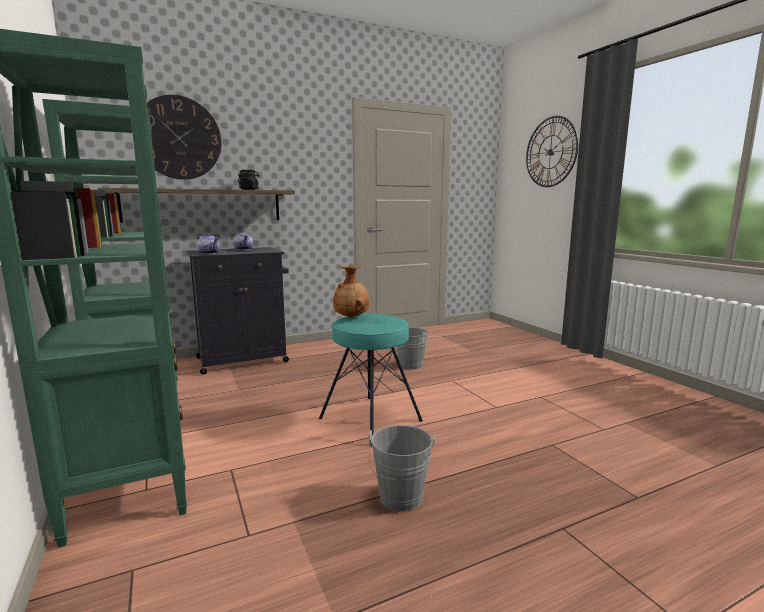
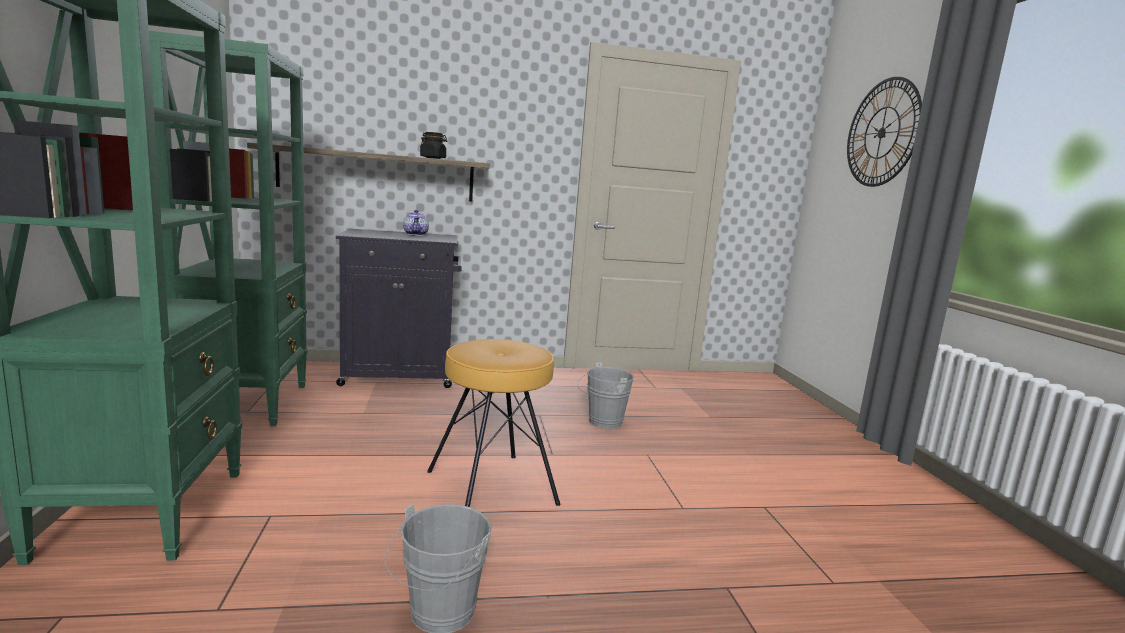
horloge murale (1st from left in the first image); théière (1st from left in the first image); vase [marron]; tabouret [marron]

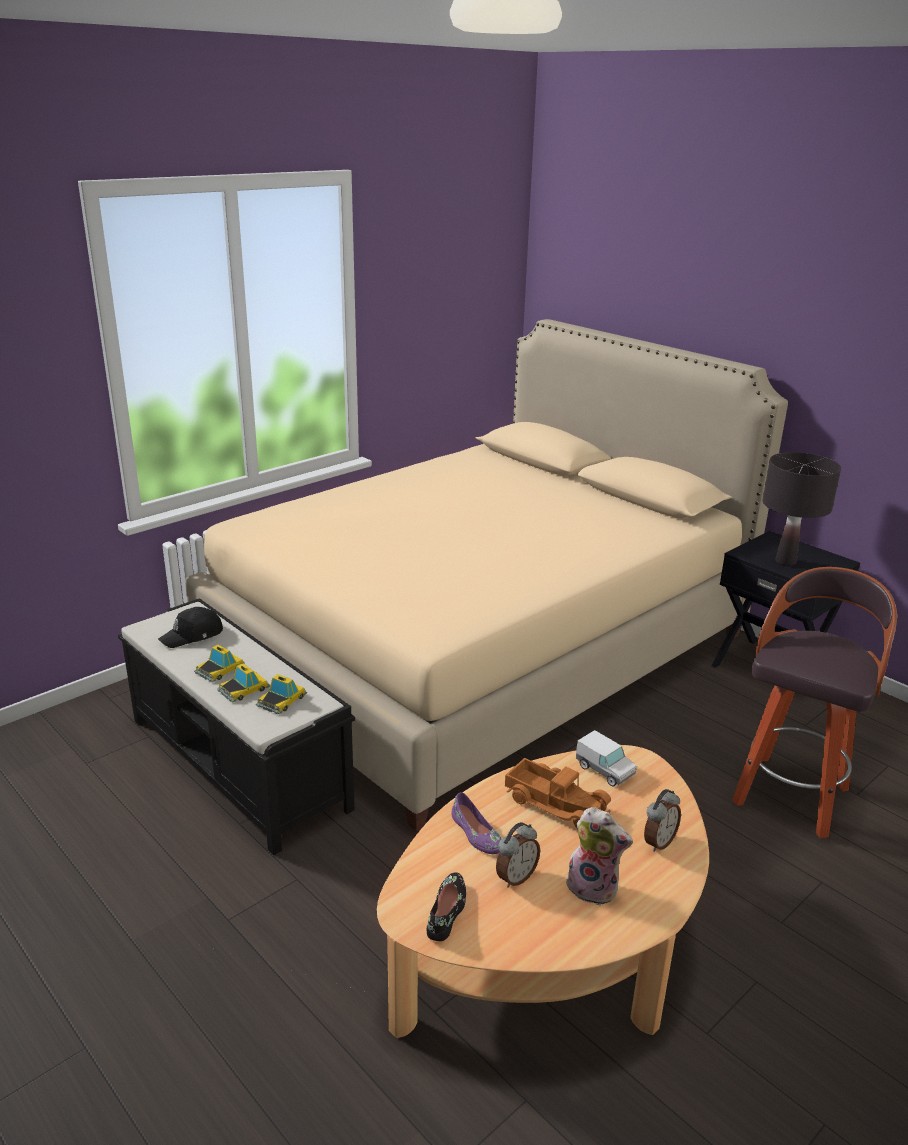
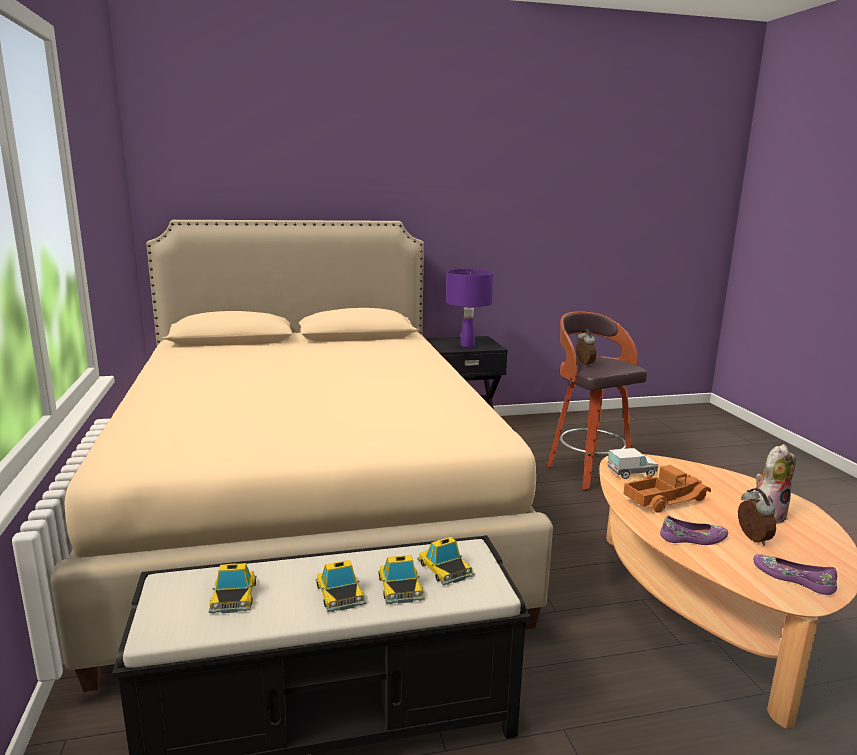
réveil (1st from left); petite voiture (1st from left); chaussure [violet] (2nd from left); lampe de table [violet]

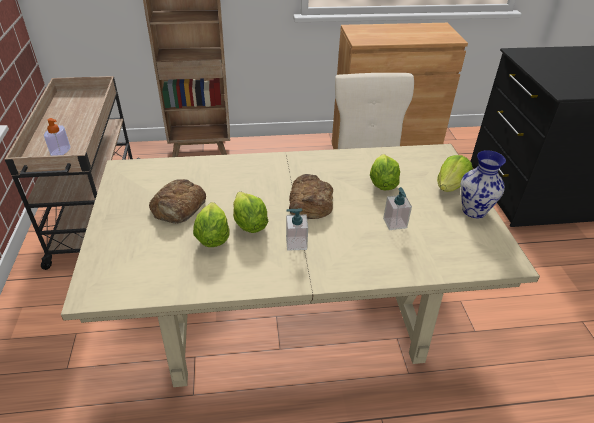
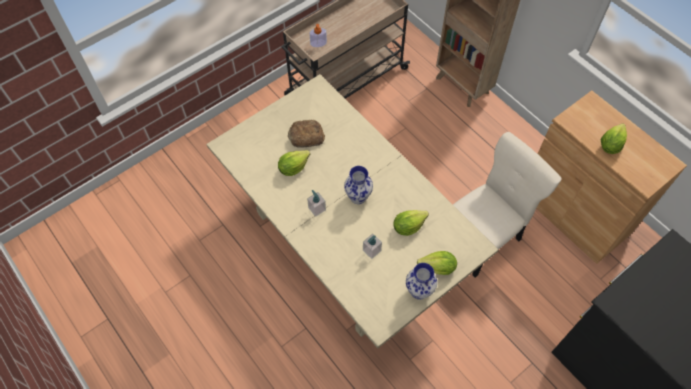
laitue (4th from left); vase (1st from left)

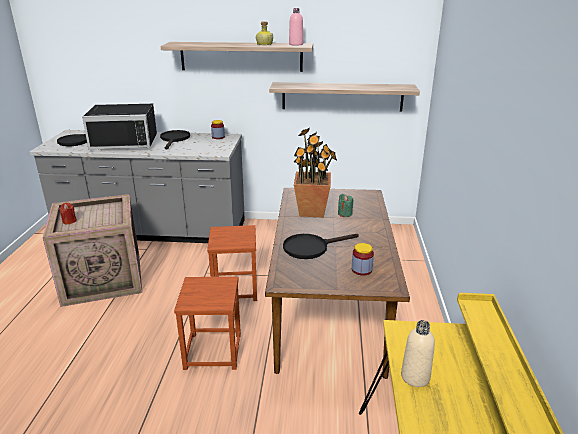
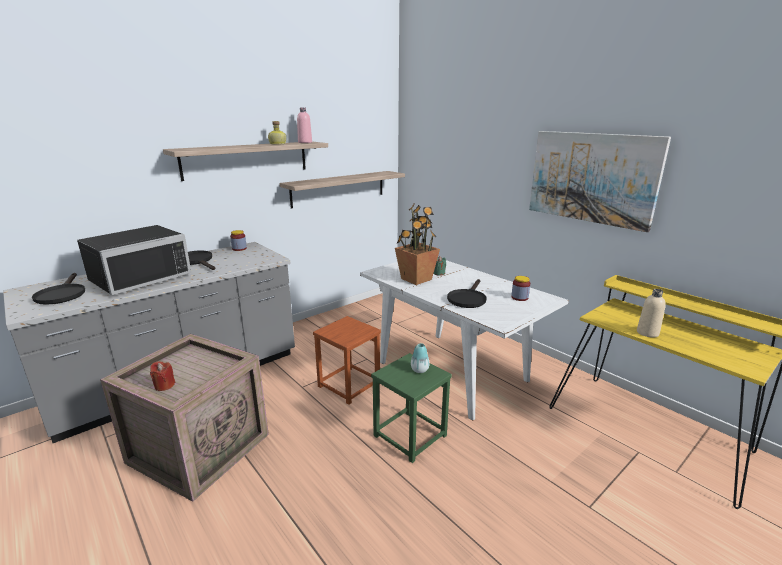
vase; tableau; tabouret [vert]; table à manger [blanc]

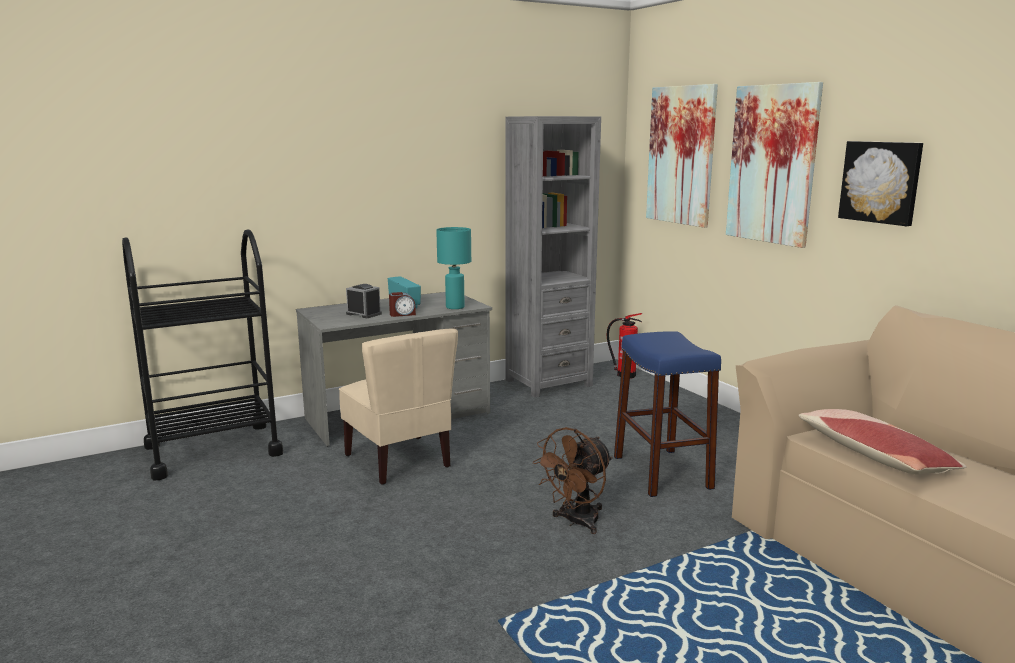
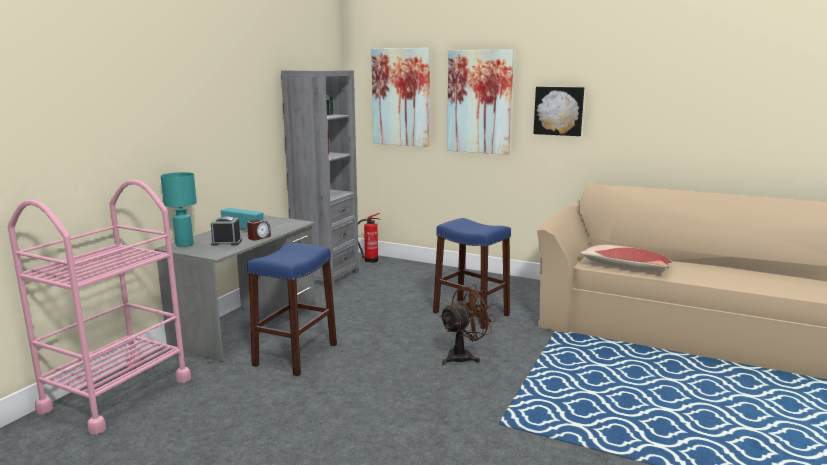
lampe de table [turquoise]; tabouret [bleu] (1st from left); chariot [rose]; ventilateur [marron]

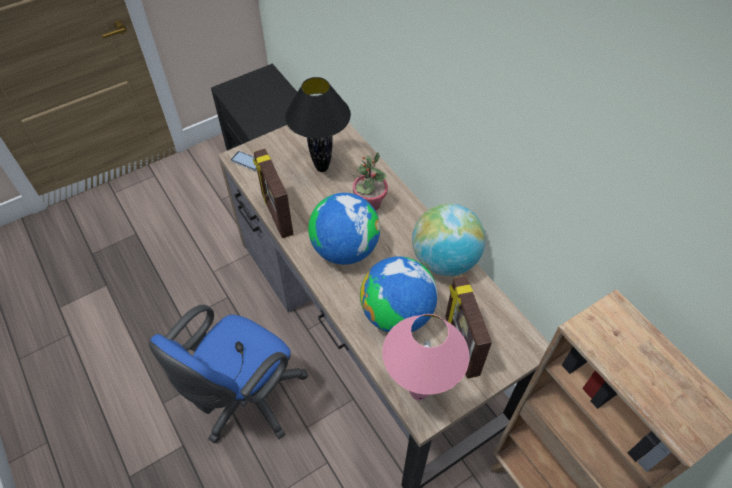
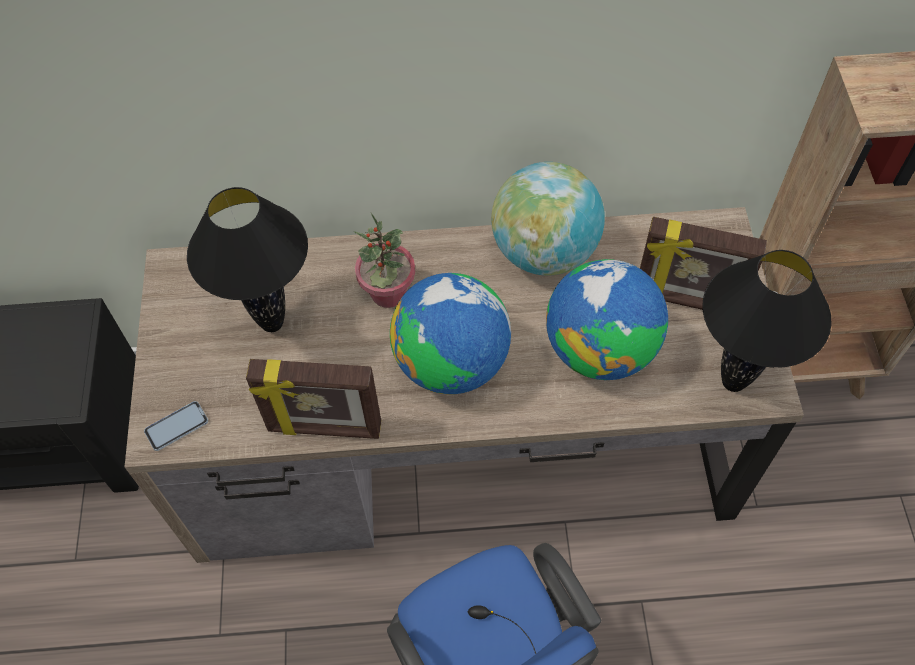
lampe de table [noir] (2nd from left)

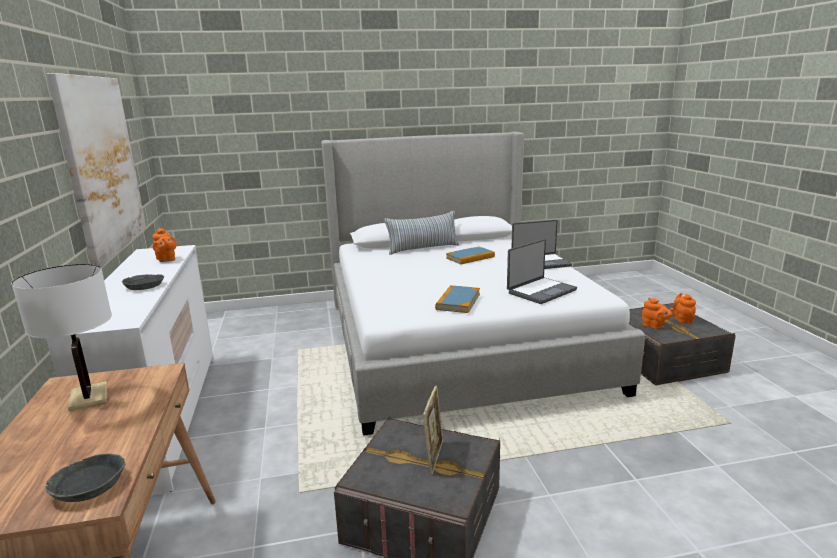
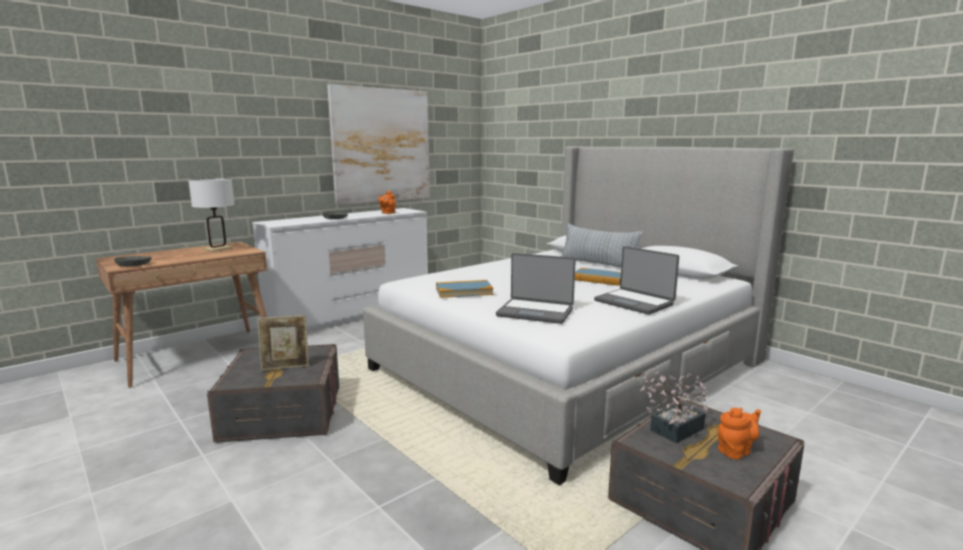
plante en pot

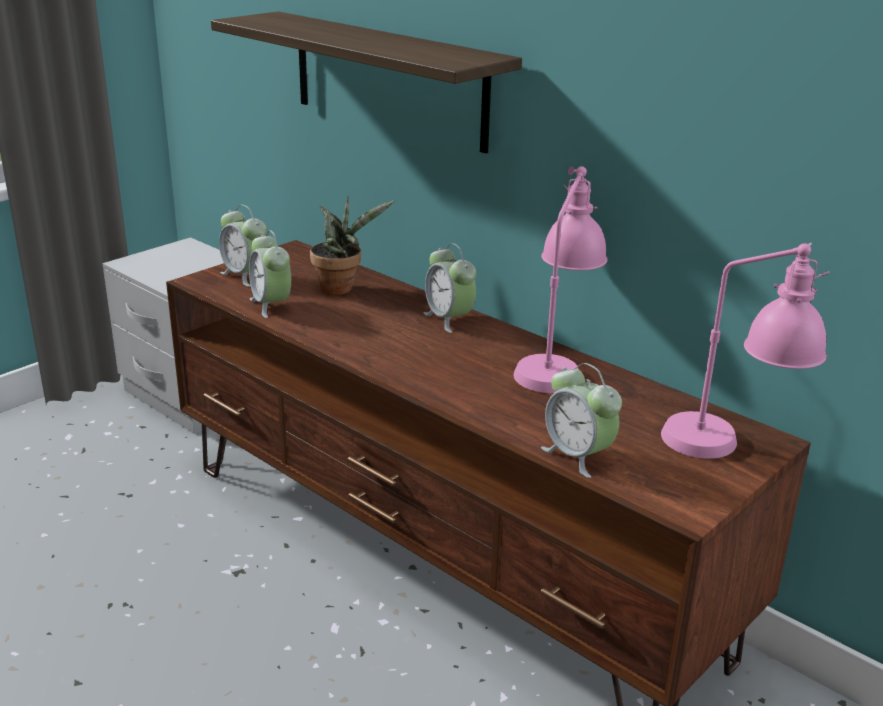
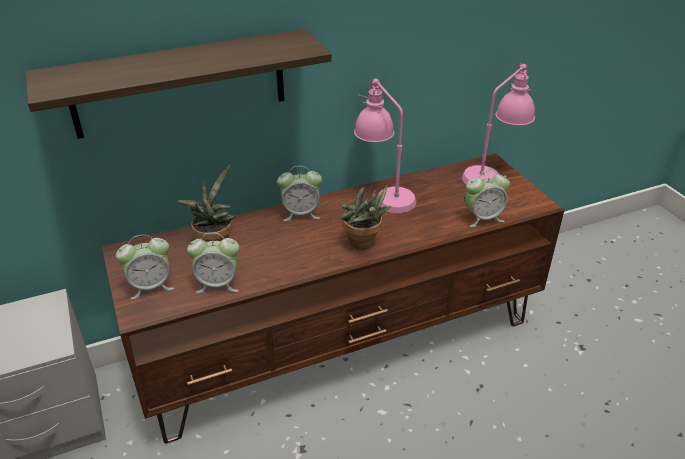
plante en pot (2nd from left)

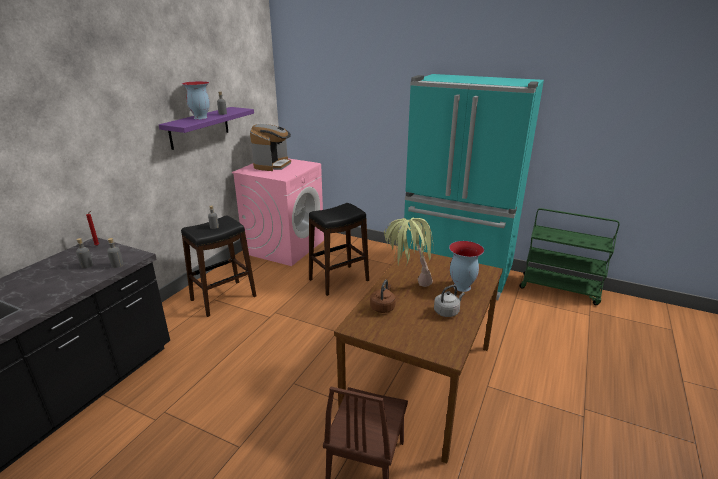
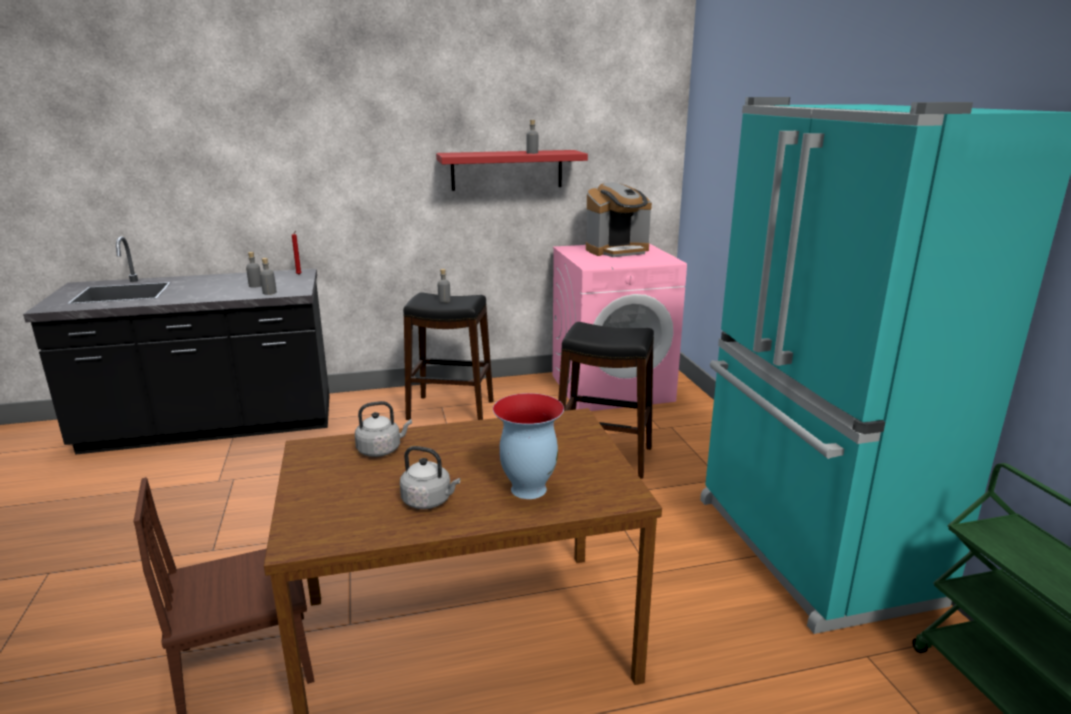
vase (1st from left in the first image); plante en pot; étagère [rouge]; bouilloire [gris] (1st from left)

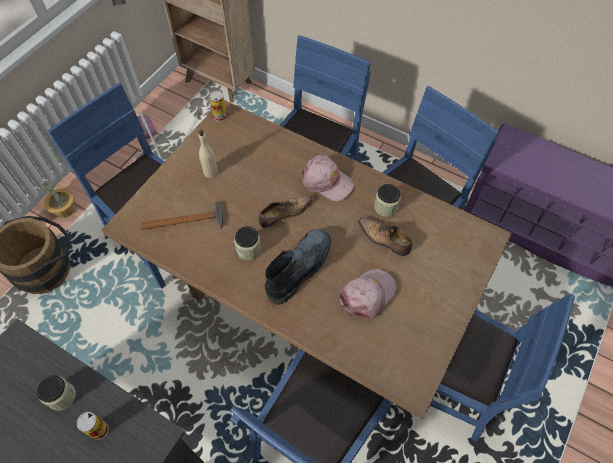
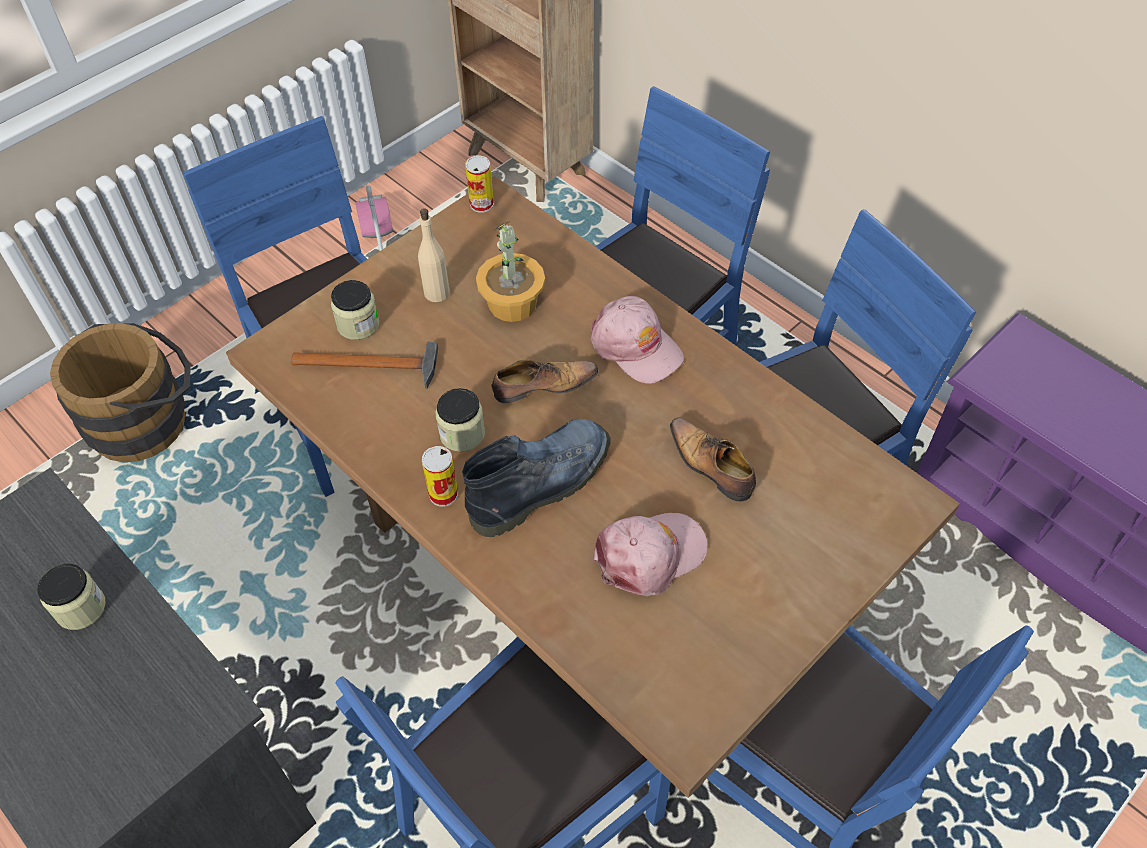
plante en pot; boîte métallique (1st from left); bocal (2nd from left)

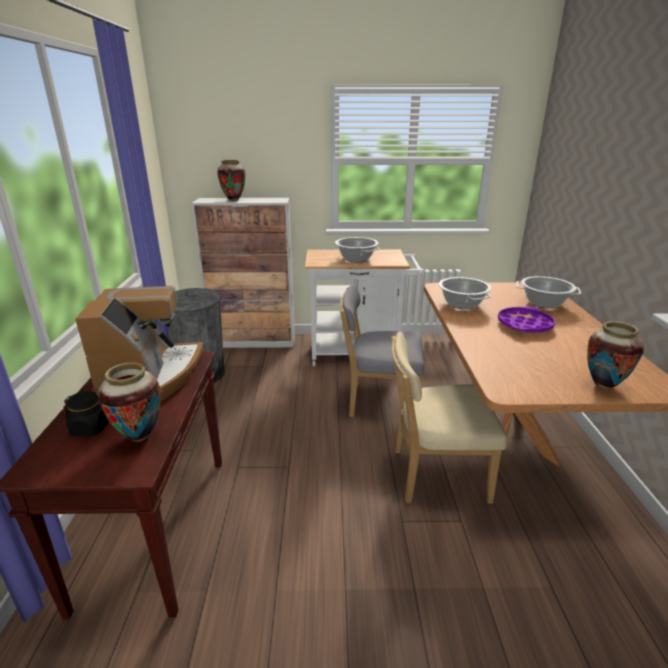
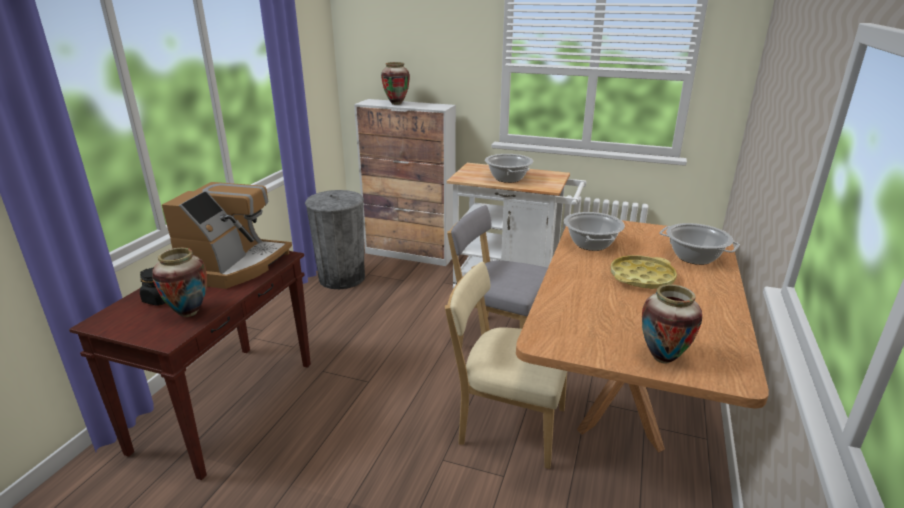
plateau [jaune]

